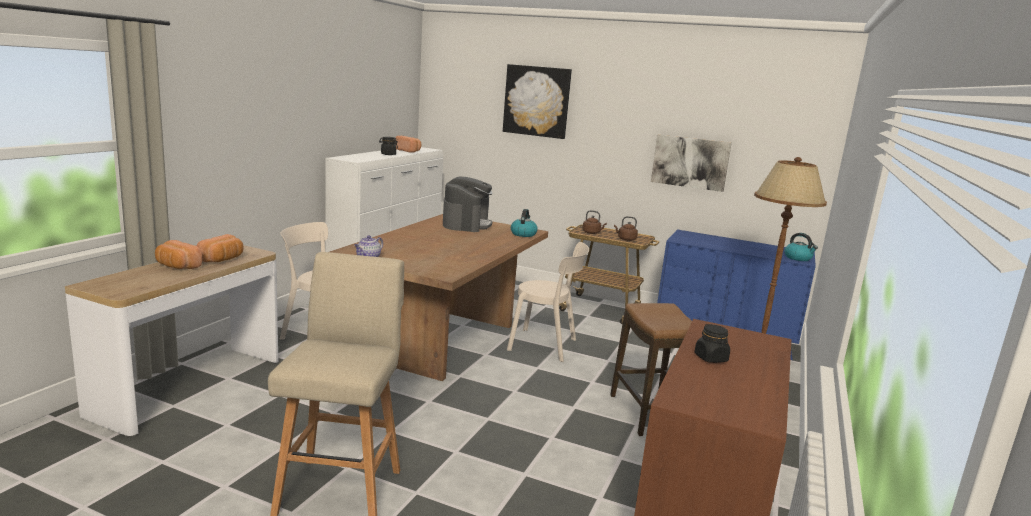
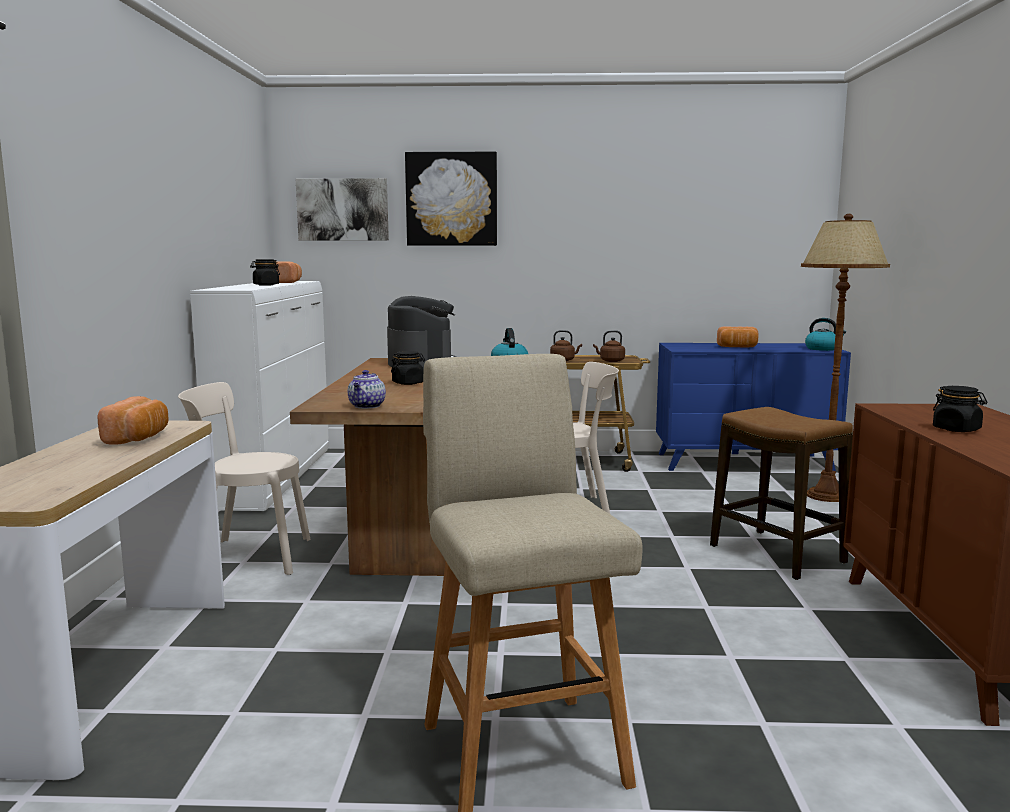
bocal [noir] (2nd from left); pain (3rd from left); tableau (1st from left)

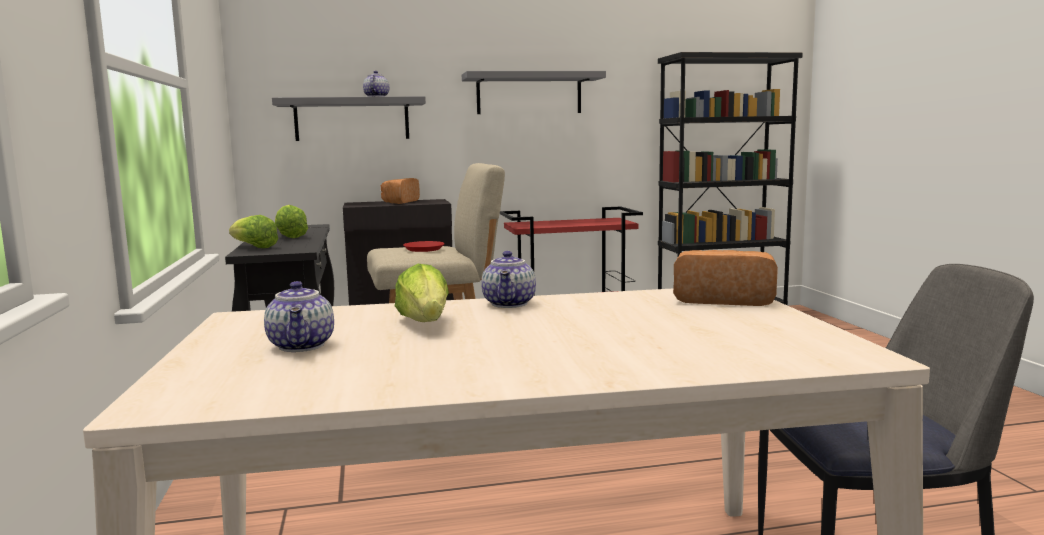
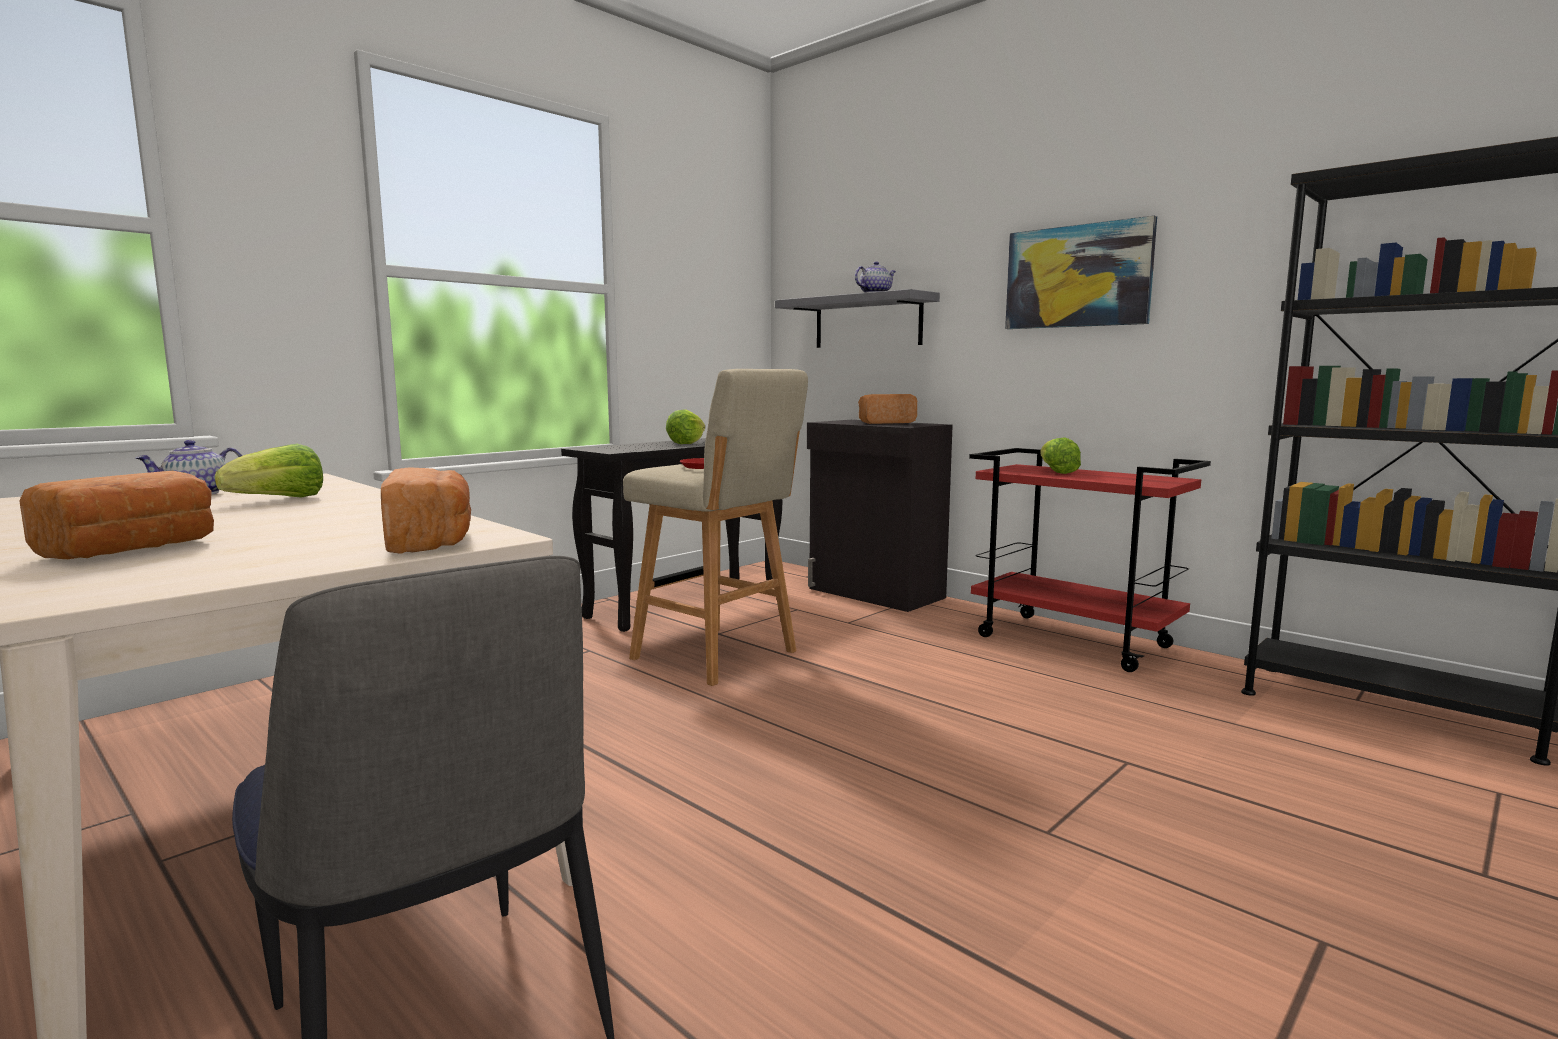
théière (3rd from left in the first image); pain (1st from left); laitue (3rd from left); tableau

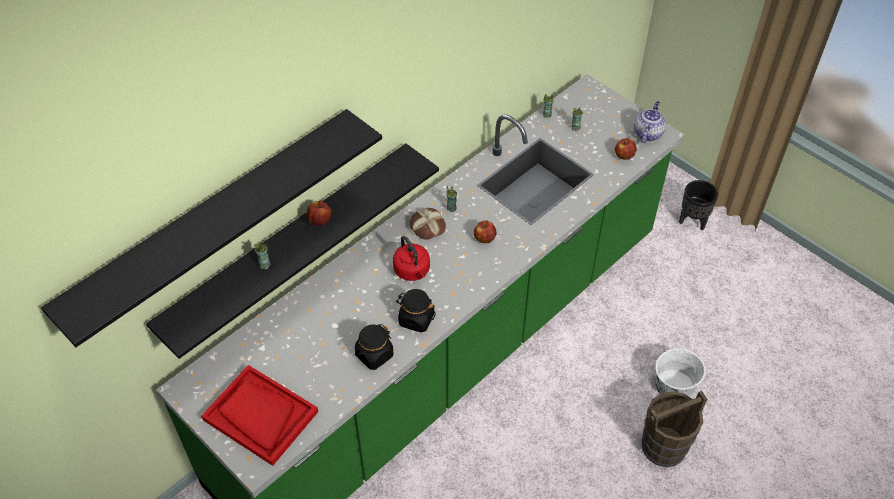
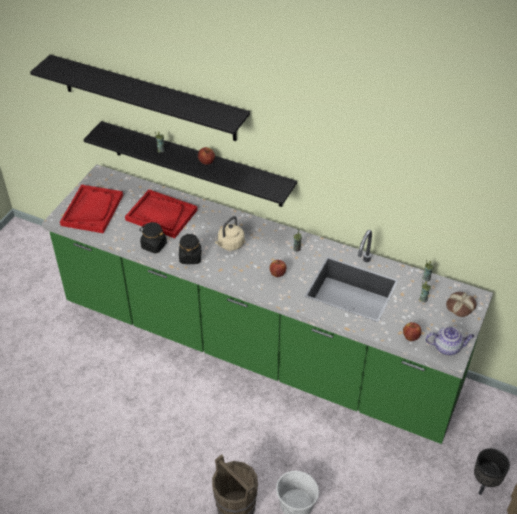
plateau [rouge] (2nd from left); pain; bouilloire [beige]

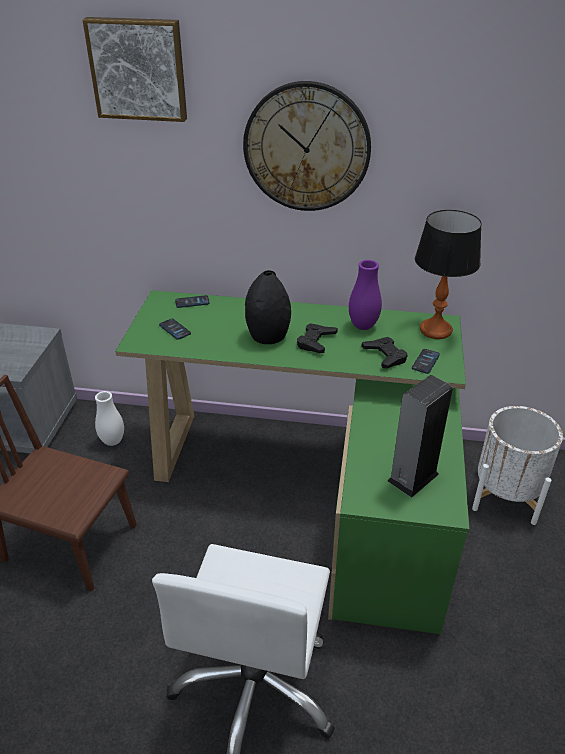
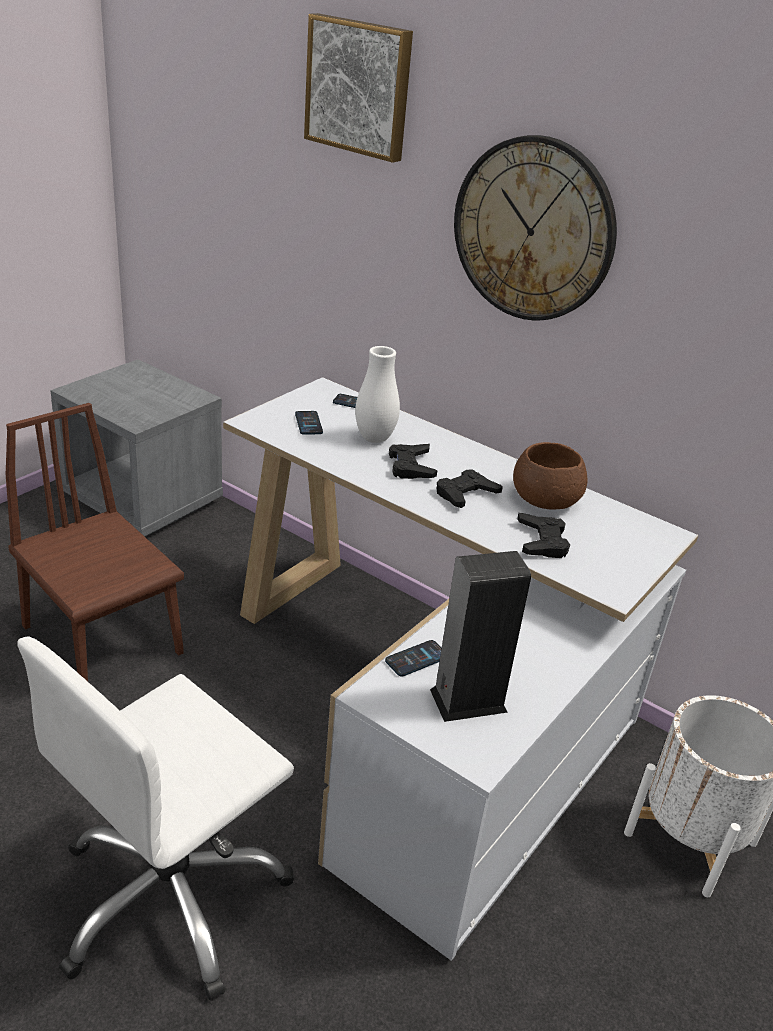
lampe de table; vase [blanc]; téléphone (3rd from left); manette [noir] (1st from left); bol [marron]; bureau [blanc]

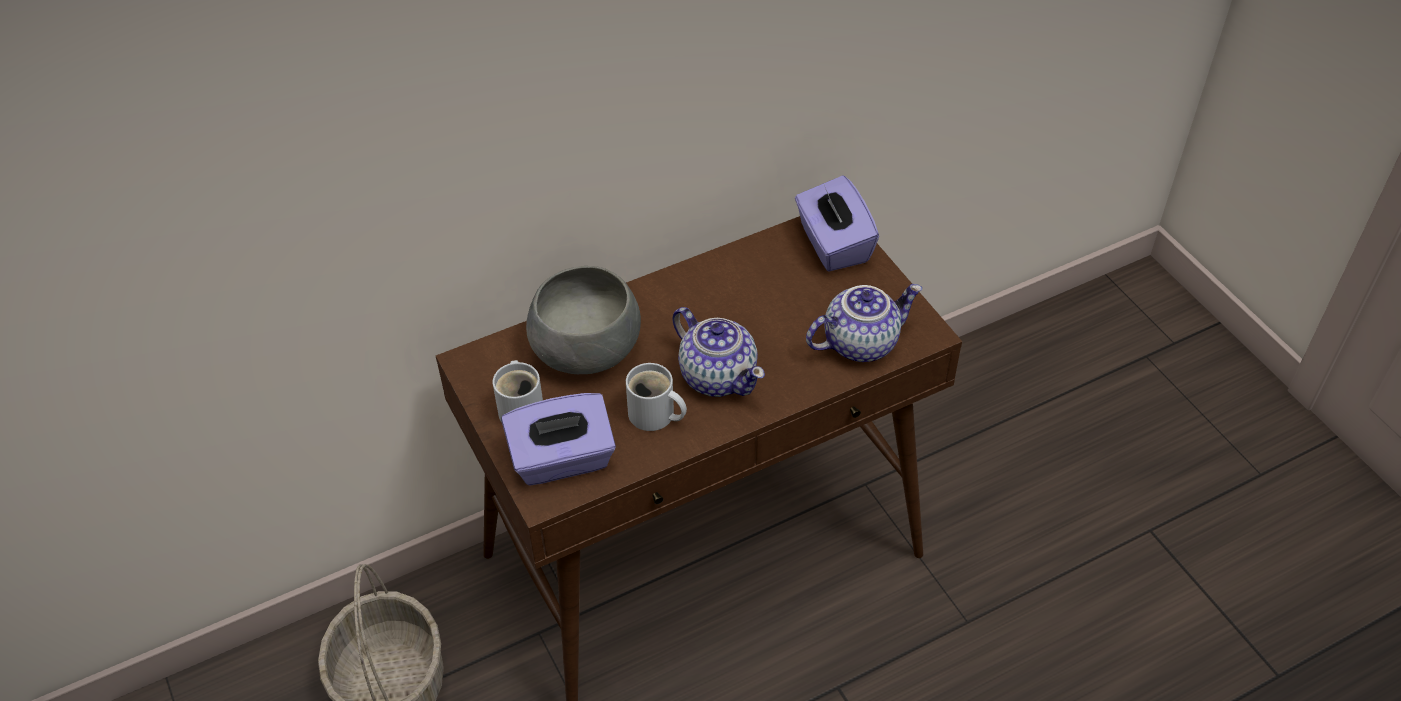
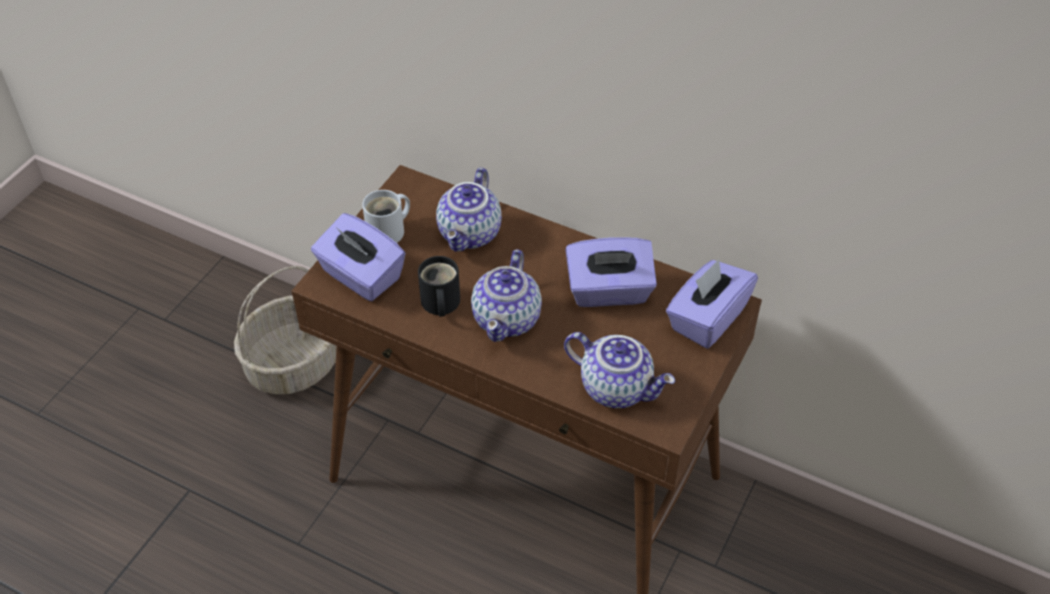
boîte à mouchoirs [violet] (2nd from left); théière (1st from left); mug [noir]

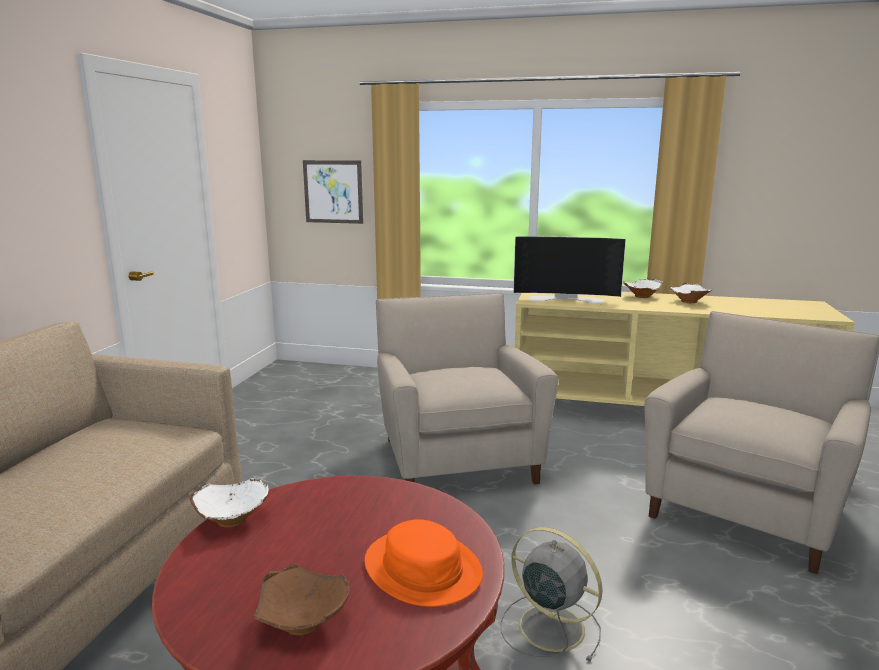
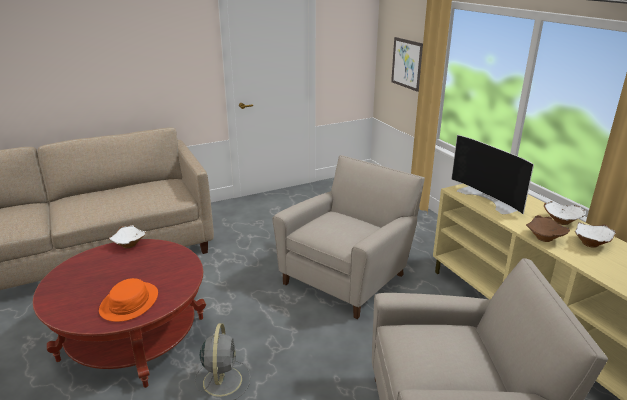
bol [marron]

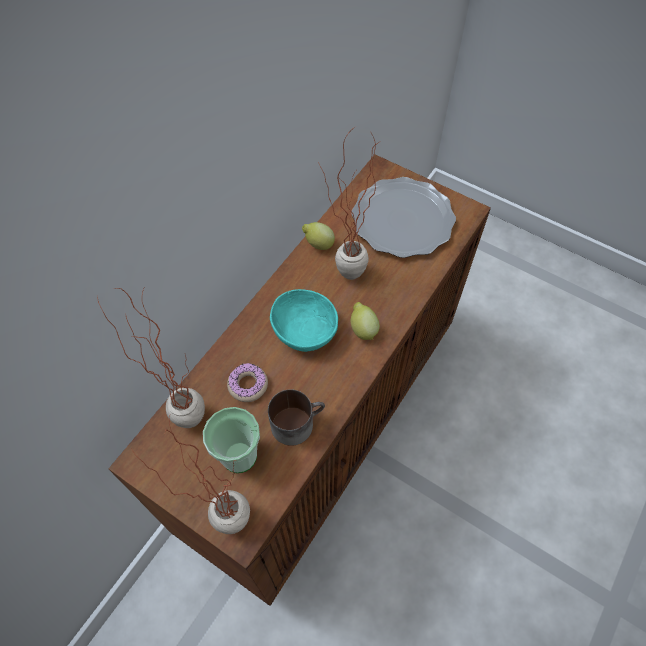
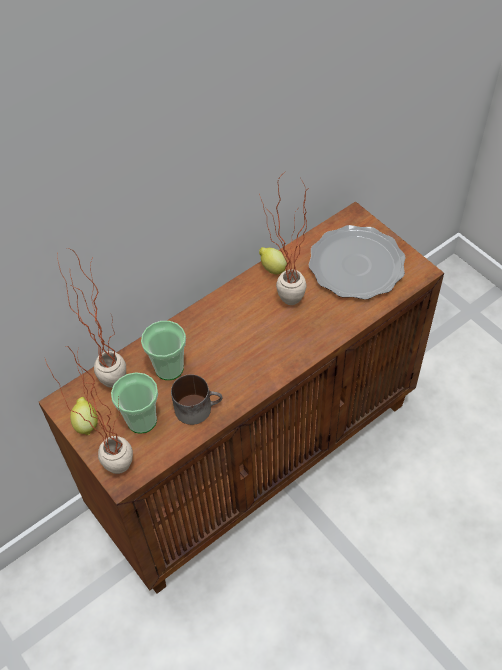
bol [turquoise]; citron (1st from left); tasse (2nd from left)

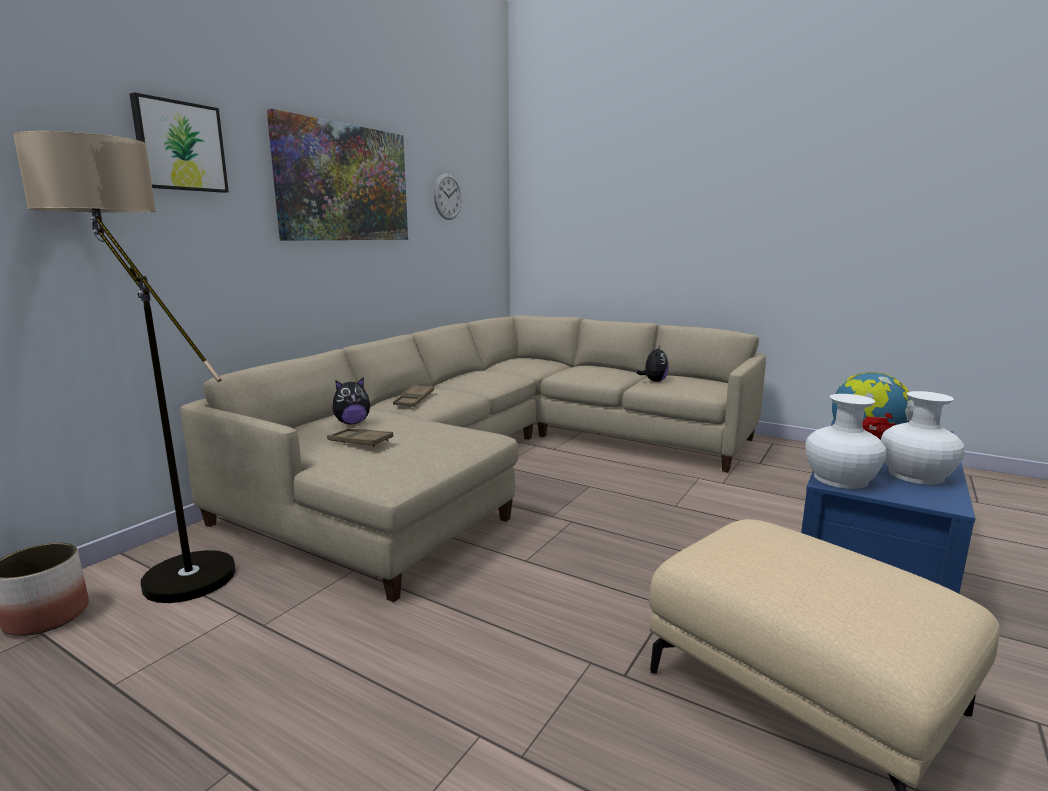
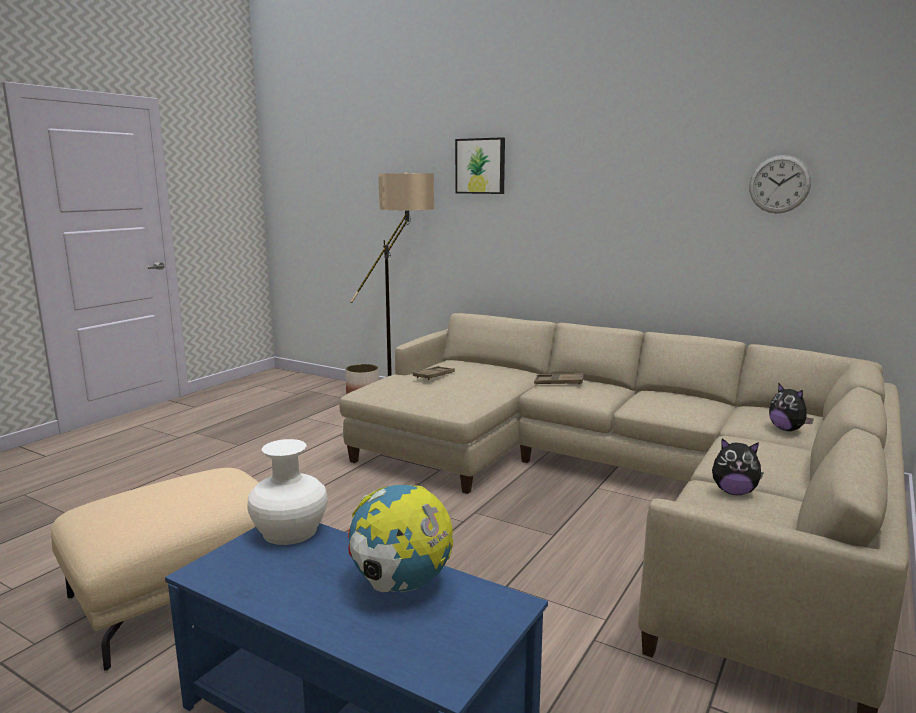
tableau (2nd from left in the first image); vase [blanc] (2nd from left in the first image); peluche (2nd from left)

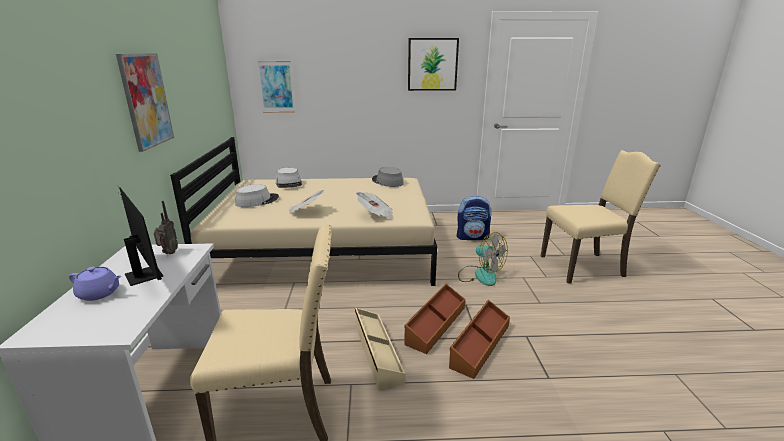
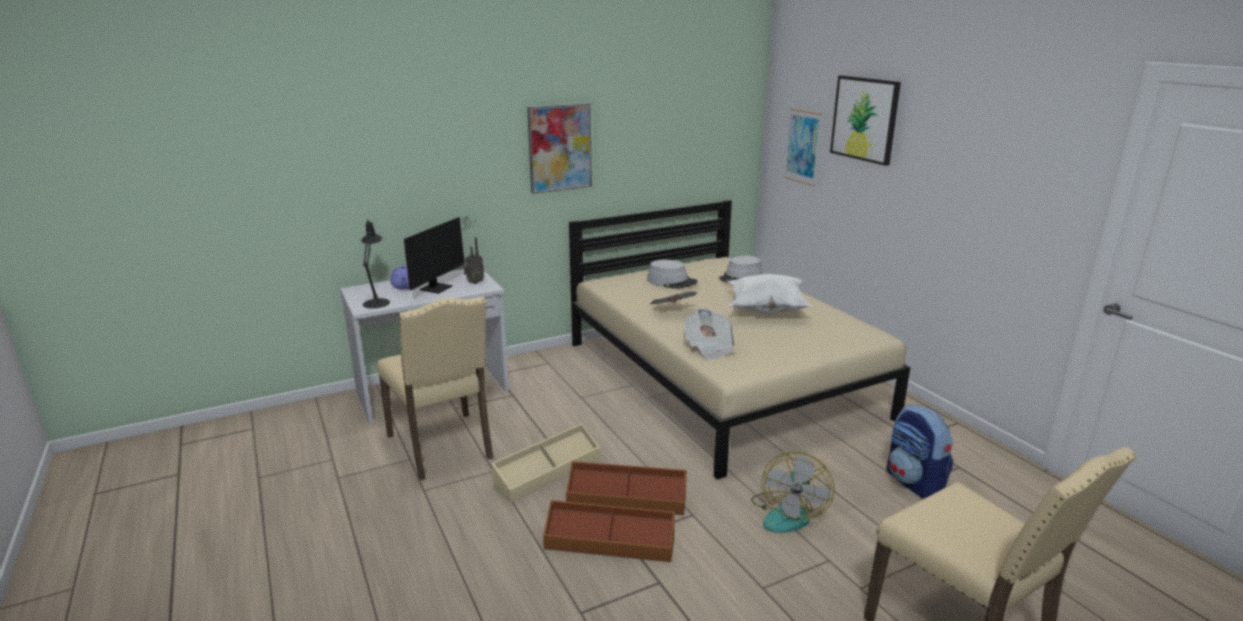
chapeau [gris] (3rd from left in the first image); lampe de table [noir]; coussin [blanc]; tableau (3rd from left)

